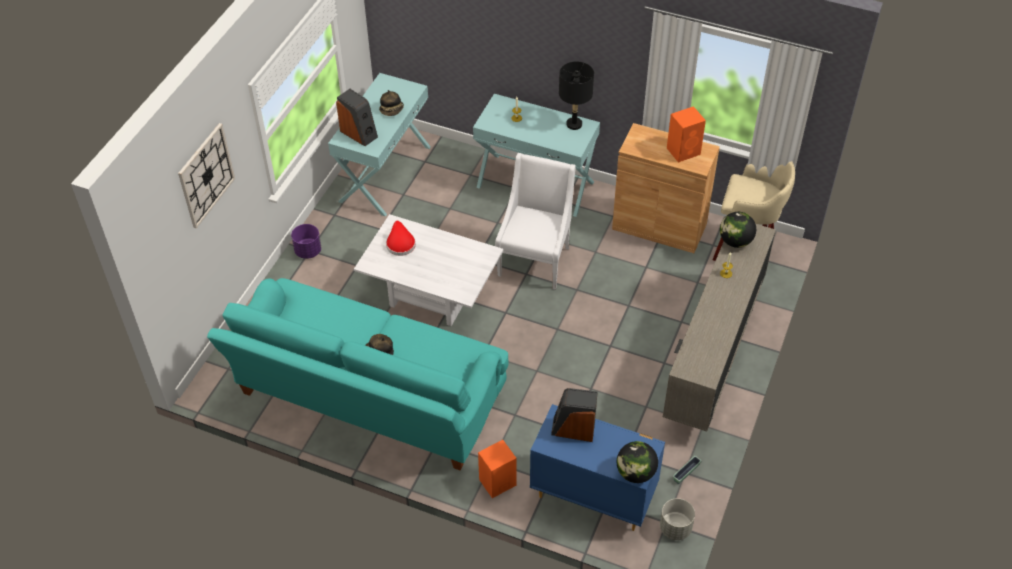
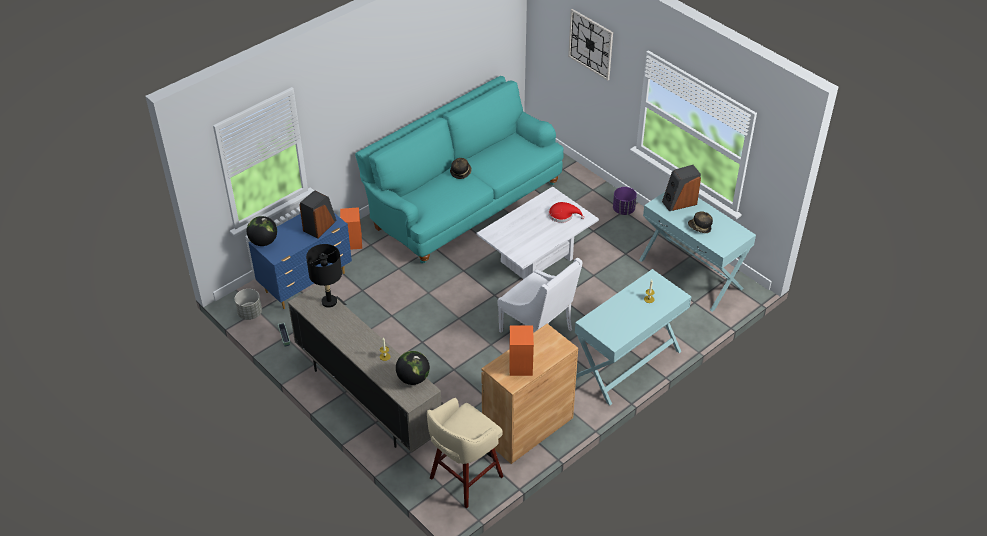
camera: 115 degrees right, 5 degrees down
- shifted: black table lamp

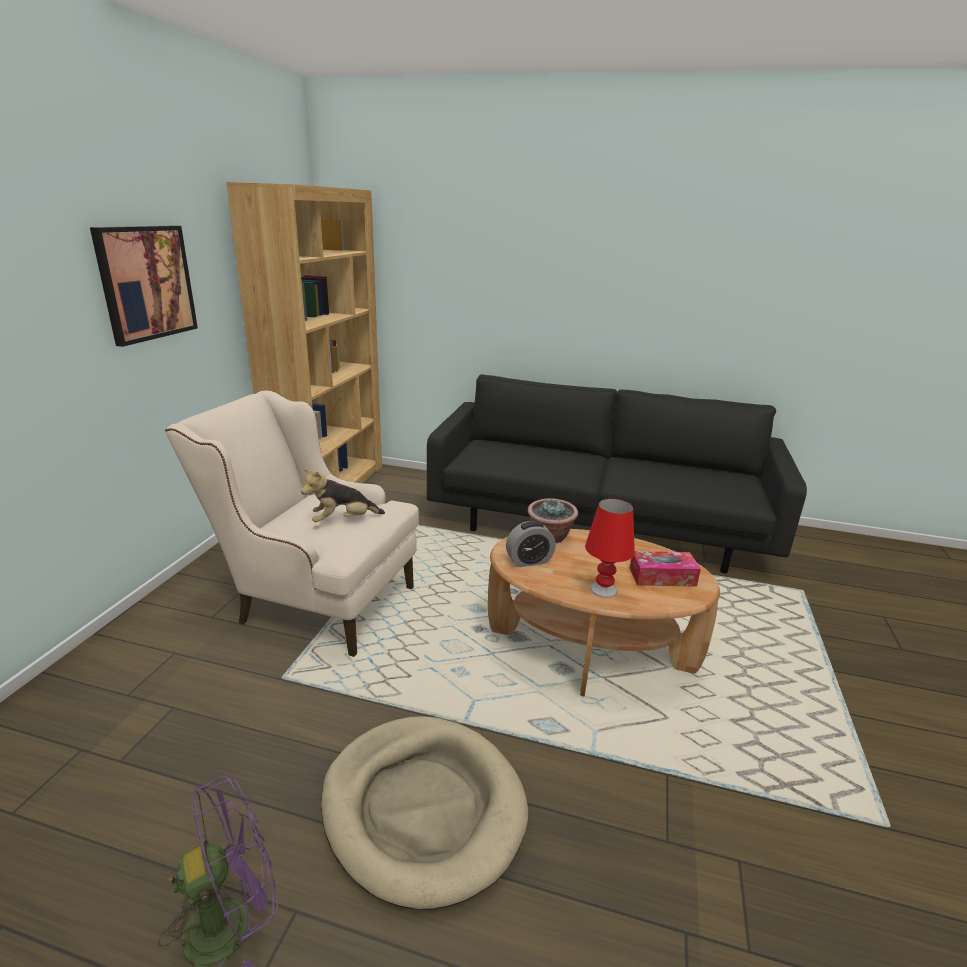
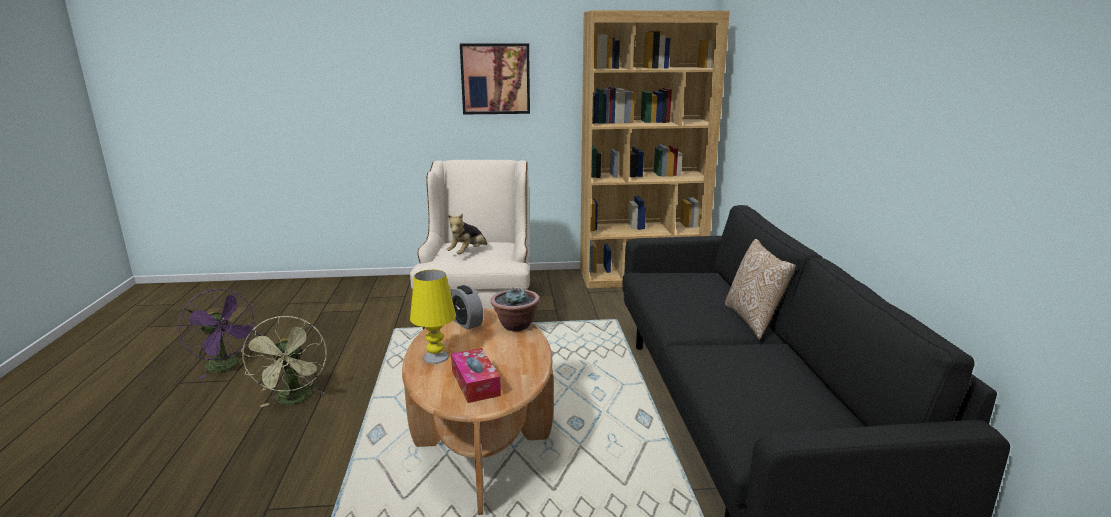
camera: 70 degrees right, 5 degrees down
- rotated: plush toy 105 degrees counterclockwise
- repainted: red table lamp to yellow table lamp
- swapped: beige dog bed to green fan
- new: pillow

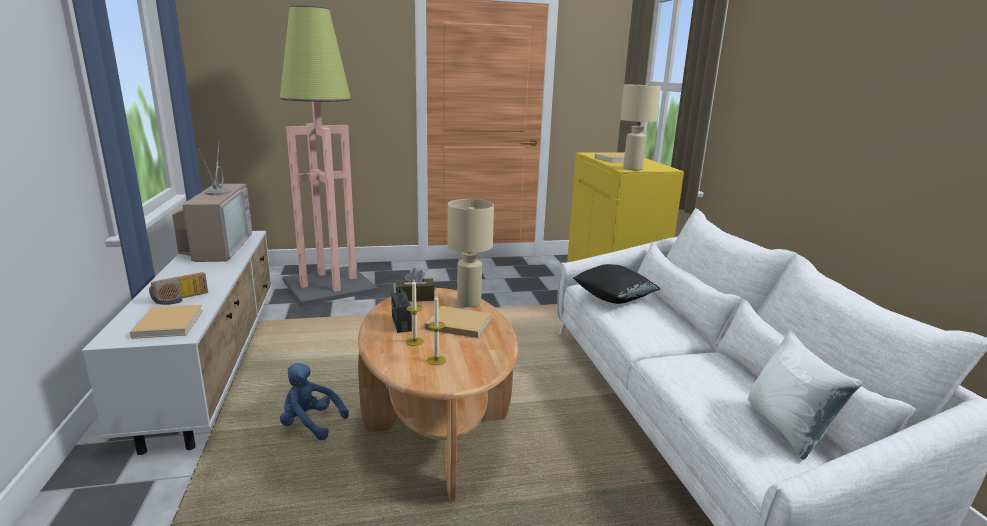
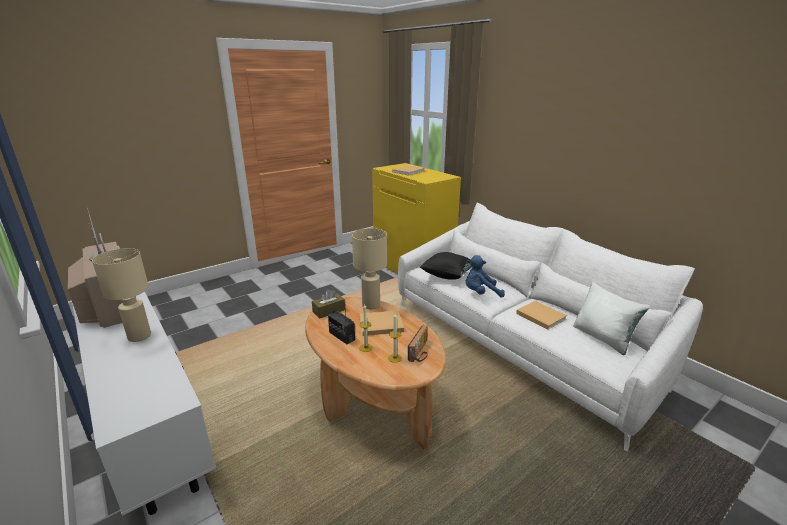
camera: 25 degrees left, 5 degrees up
- gone: floor lamp
- shifted: beige table lamp (no. 2 from left in the first image) to beige table lamp (no. 1 from left)
- shifted: radio (no. 1 from left in the first image) to radio (no. 2 from left)
- shifted: beige book (no. 1 from left in the first image) to beige book (no. 3 from left)
- shifted: blue plush toy

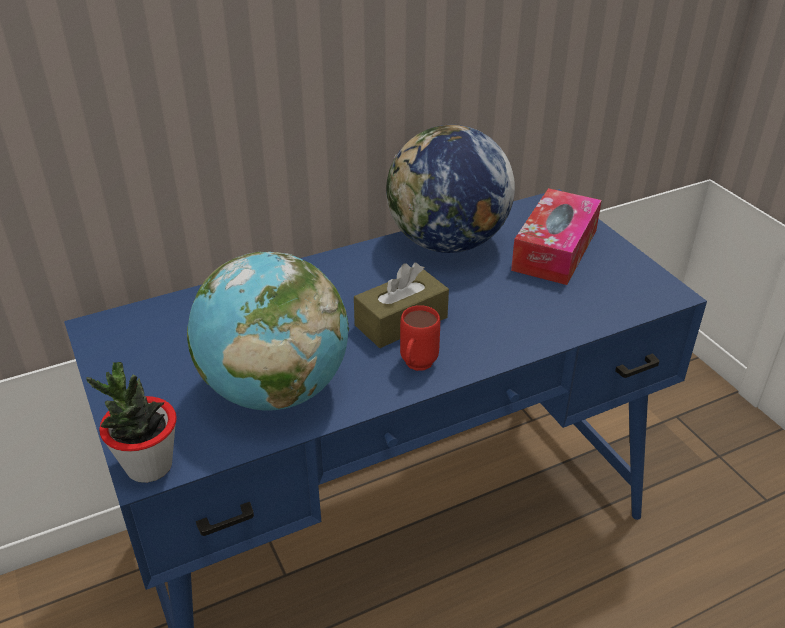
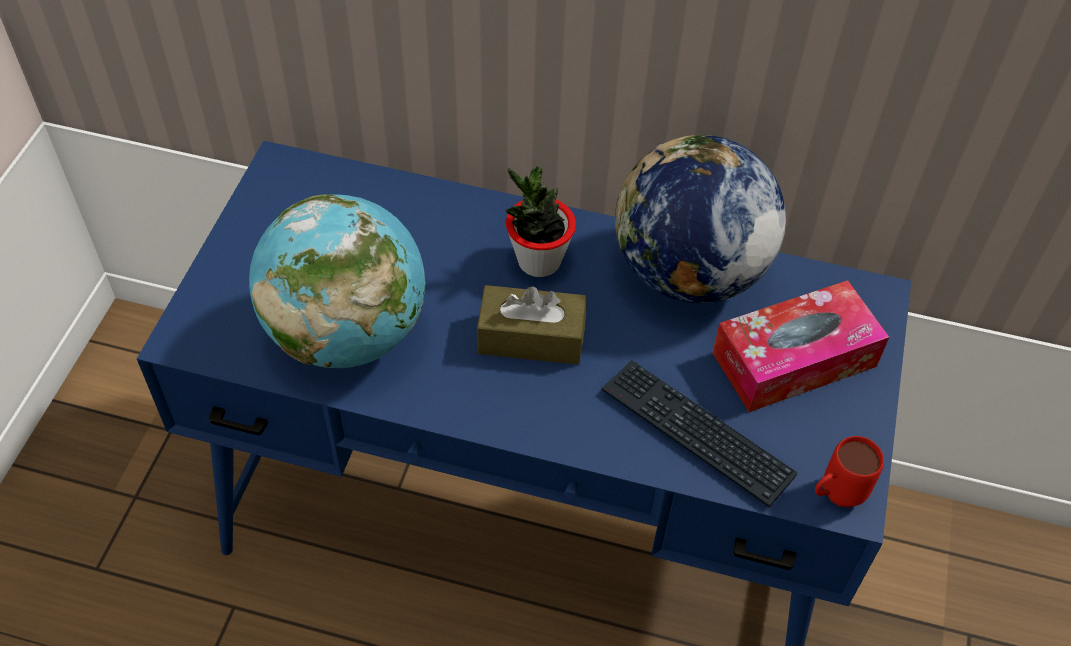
camera: 40 degrees right, 15 degrees up
- shifted: red mug
- shifted: potted plant
- new: keyboard

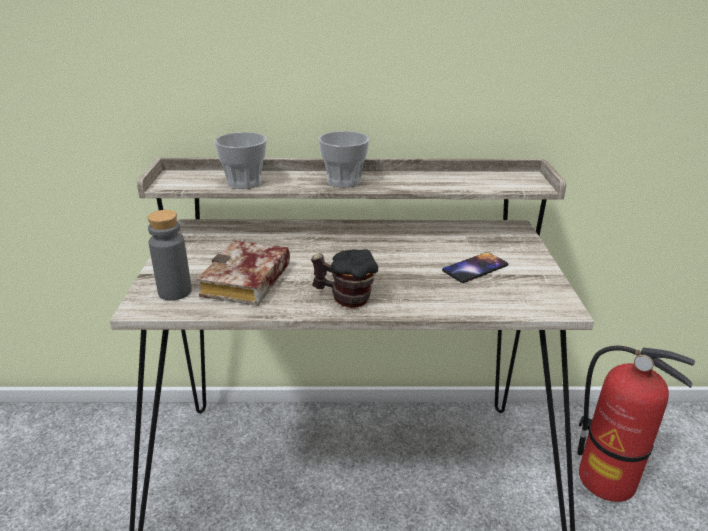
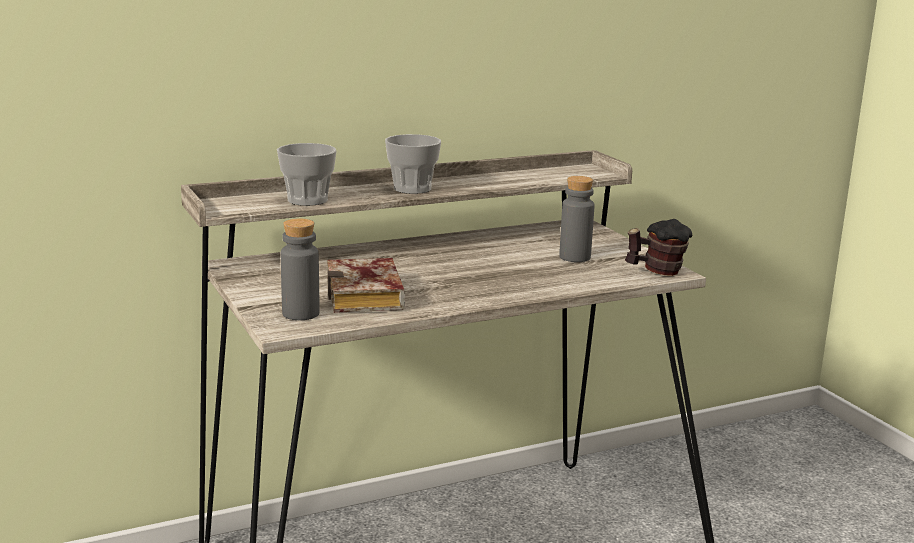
camera: 25 degrees left, 10 degrees down
- shifted: mug
- swapped: phone to grey bottle (no. 2 from left)
- gone: fire extinguisher

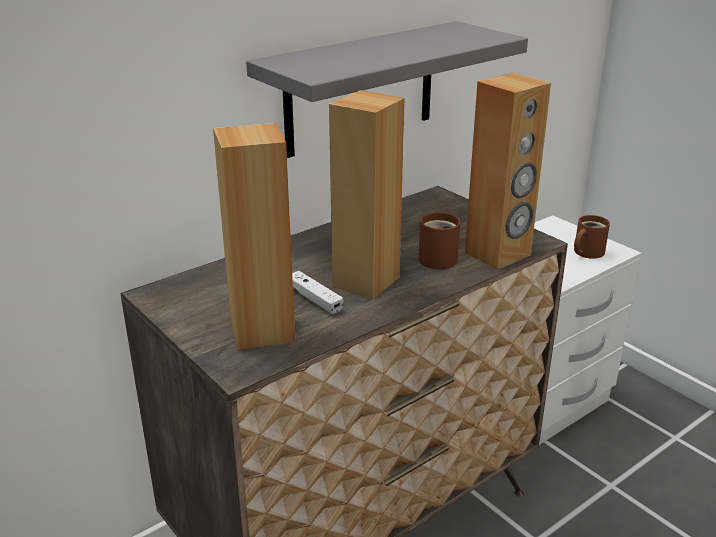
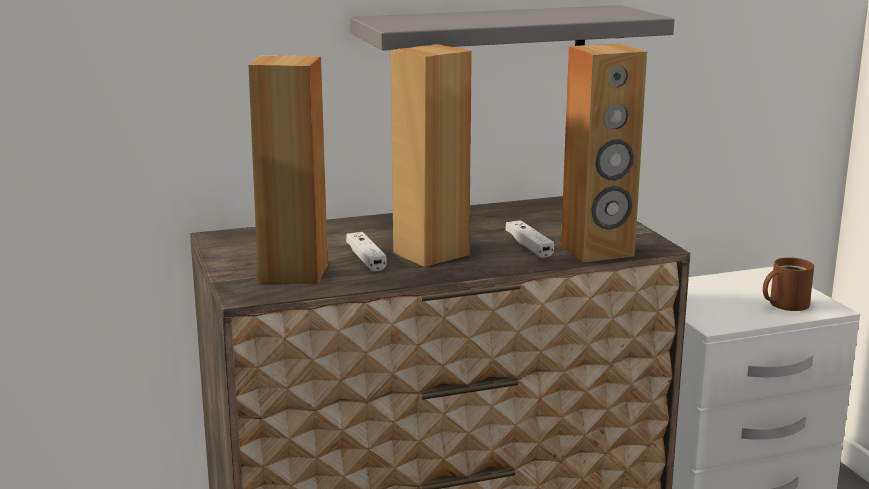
camera: 20 degrees right, 10 degrees down
- swapped: brown mug (no. 1 from left) to white game controller (no. 2 from left)

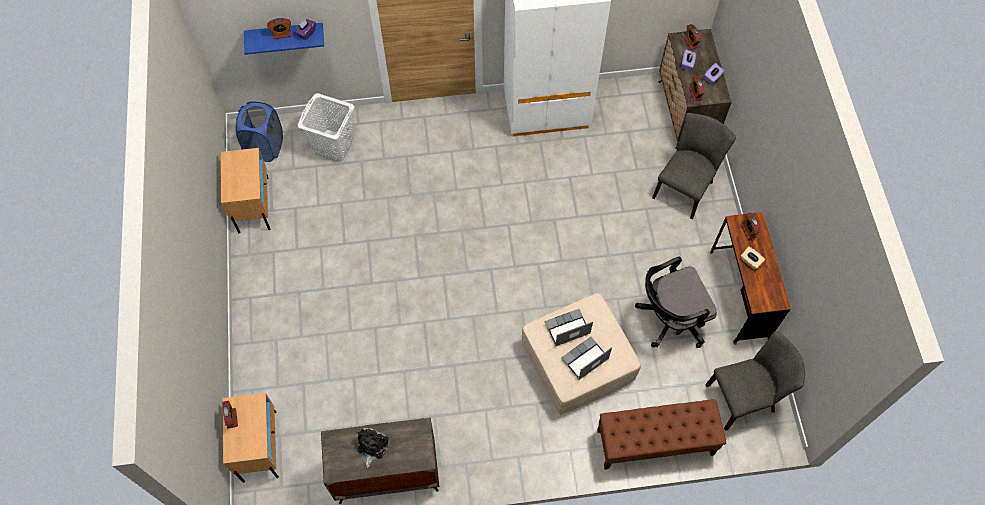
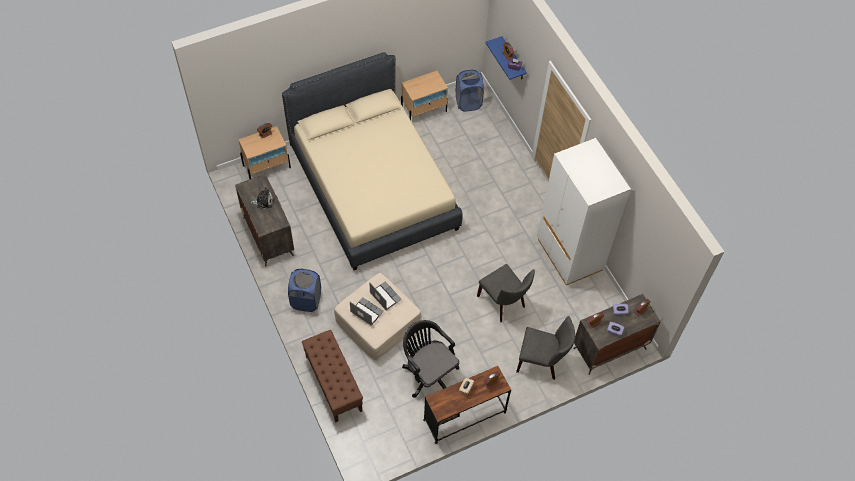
camera: 70 degrees right, 5 degrees down
- gone: white laundry basket
- shifted: grey chair (no. 2 from left in the first image) to grey chair (no. 1 from left)
- new: beige bed
- new: blue laundry basket (no. 1 from left)

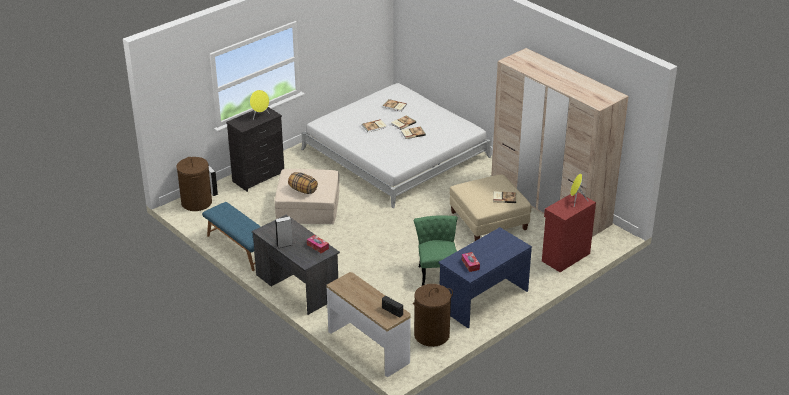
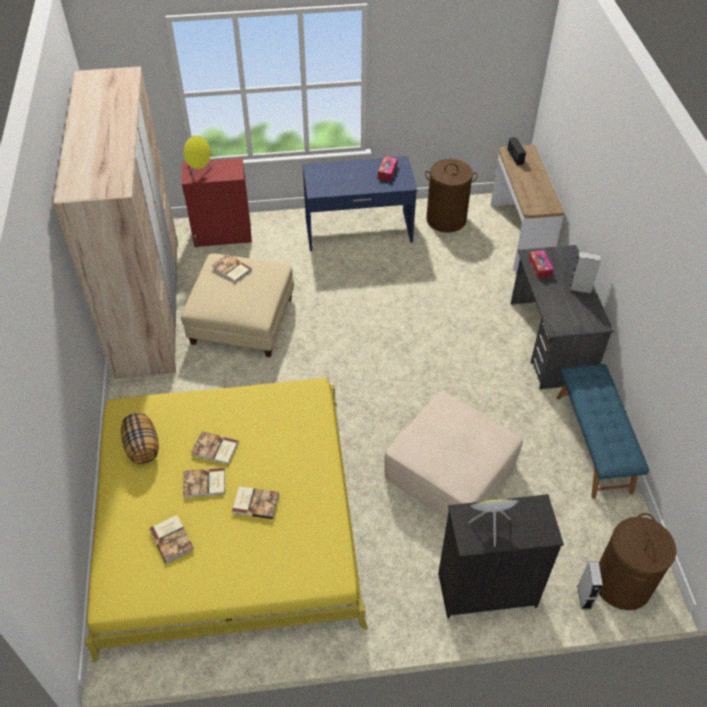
camera: 145 degrees left, 15 degrees up
- repainted: white bed to yellow bed
- shifted: pillow
- gone: green chair

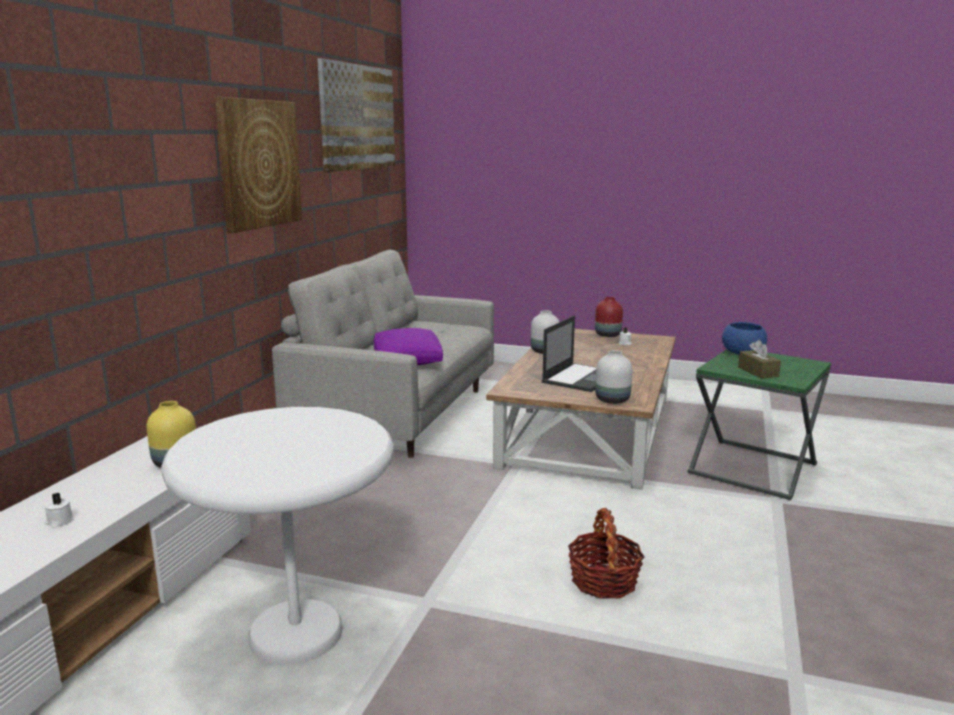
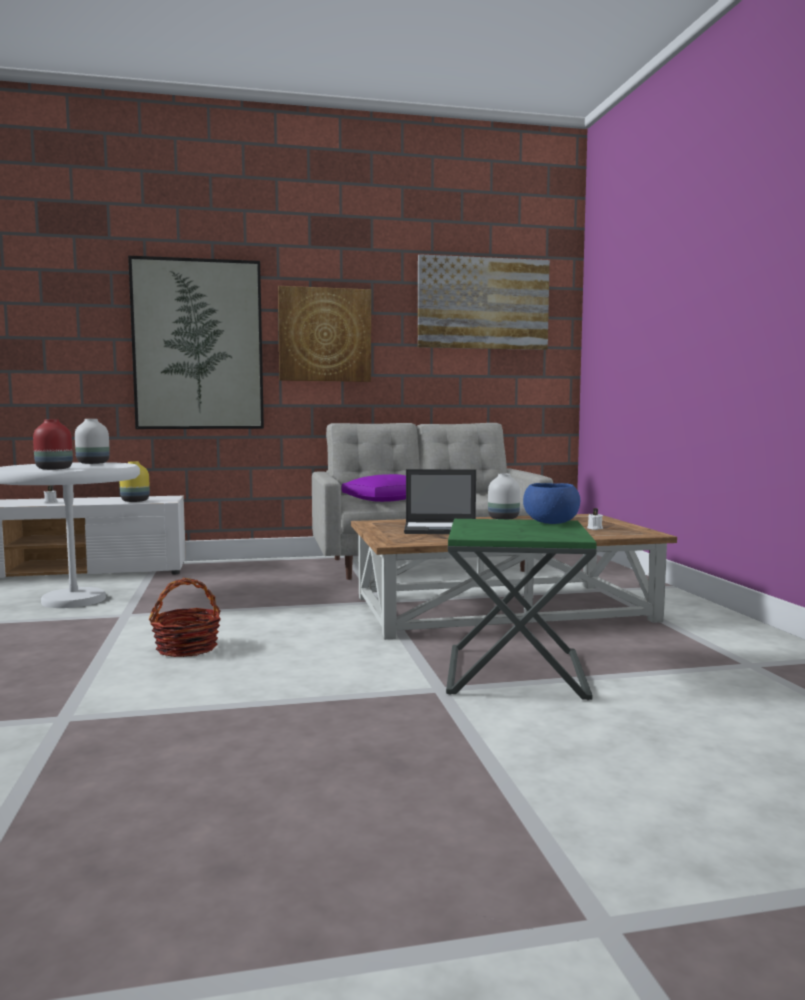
camera: 60 degrees right, 10 degrees down
- shifted: red vase
- gone: brown tissue box
- shifted: white vase (no. 2 from left in the first image) to white vase (no. 1 from left)
- new: picture (no. 1 from left)

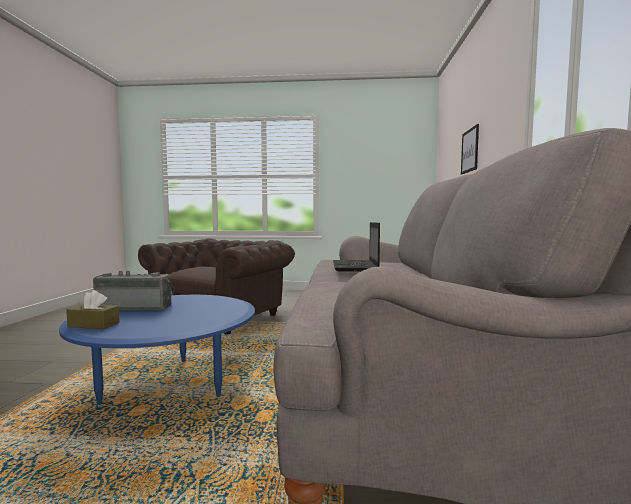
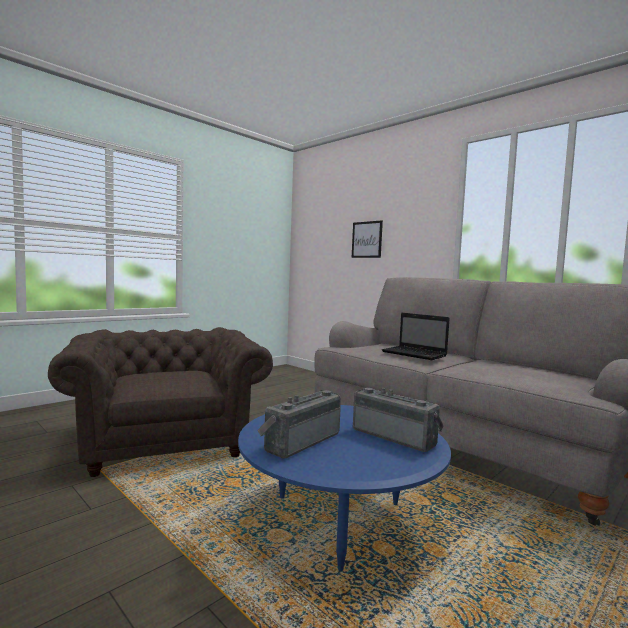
camera: 50 degrees left, 0 degrees up
- gone: brown tissue box
- new: radio (no. 2 from left)

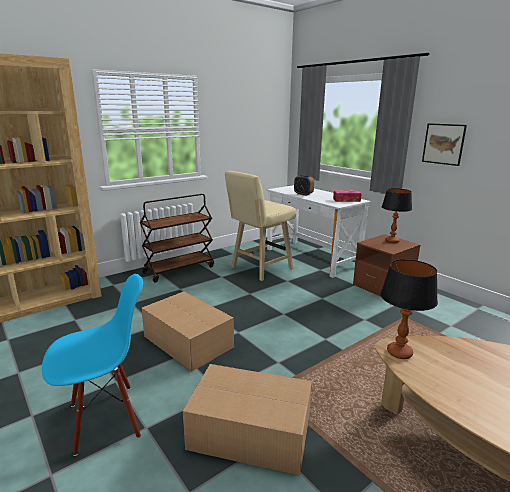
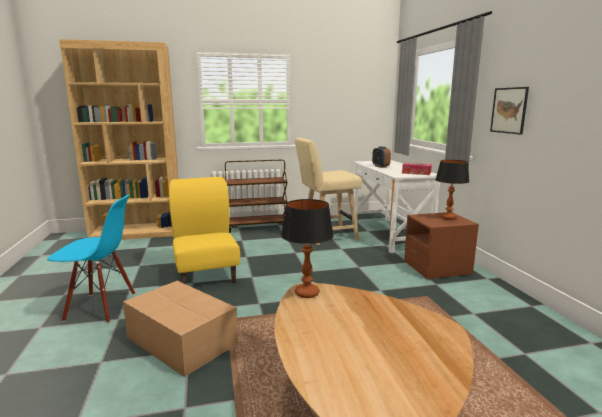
camera: 25 degrees right, 5 degrees down
- swapped: cardboard box (no. 1 from left) to yellow chair

